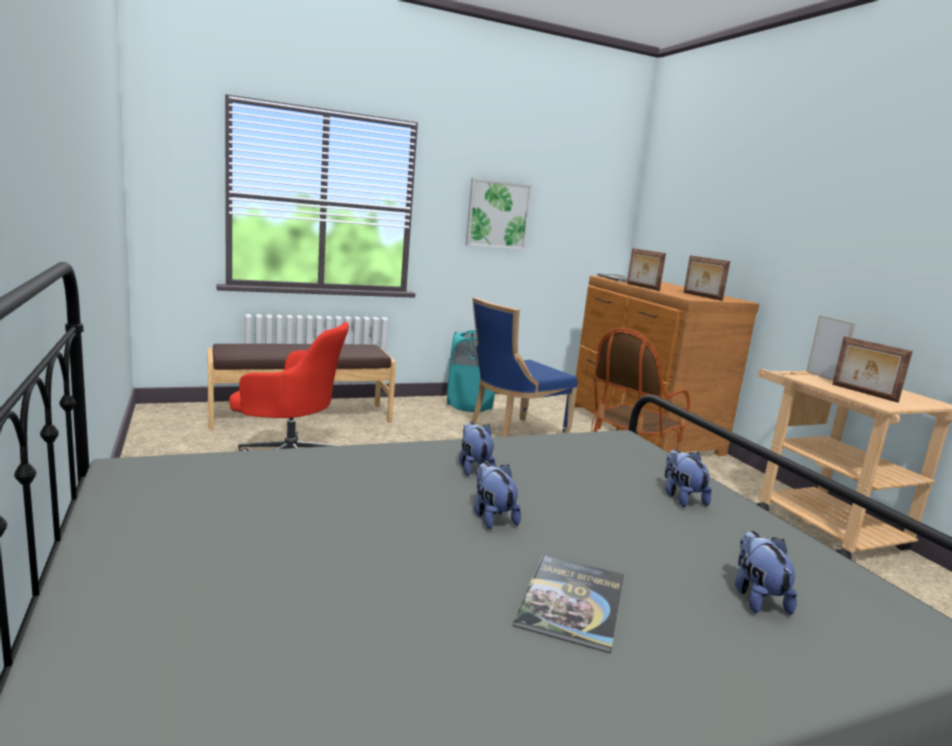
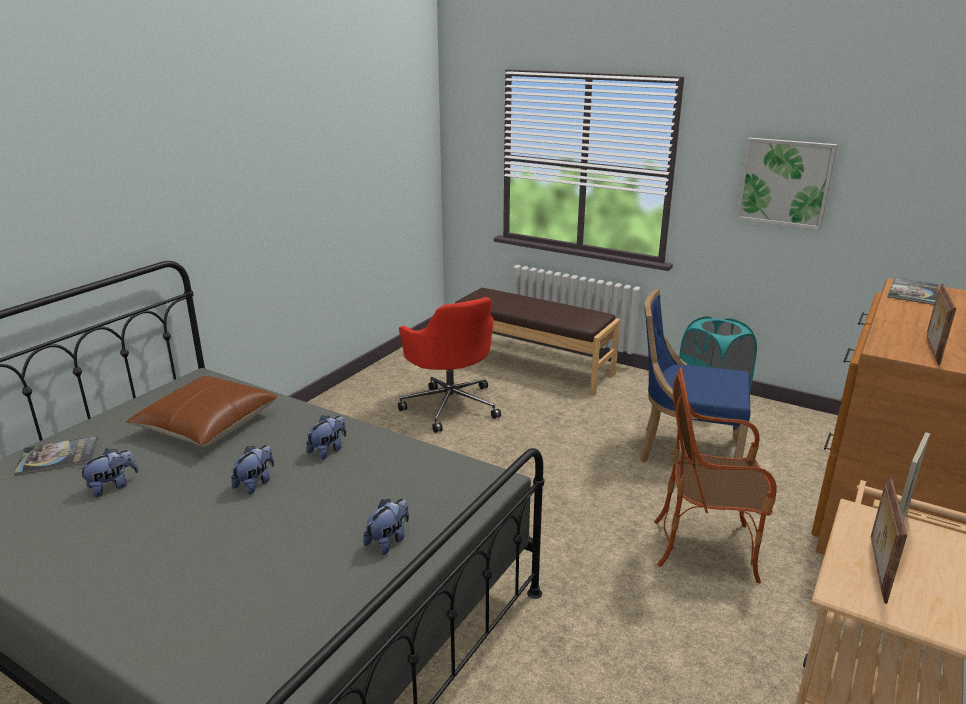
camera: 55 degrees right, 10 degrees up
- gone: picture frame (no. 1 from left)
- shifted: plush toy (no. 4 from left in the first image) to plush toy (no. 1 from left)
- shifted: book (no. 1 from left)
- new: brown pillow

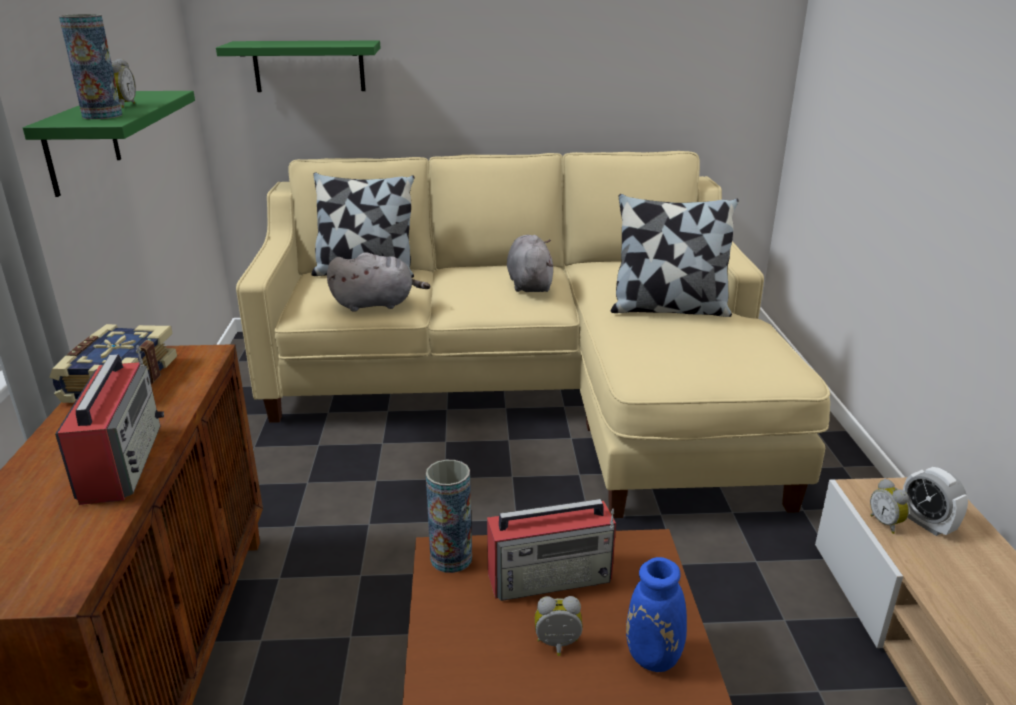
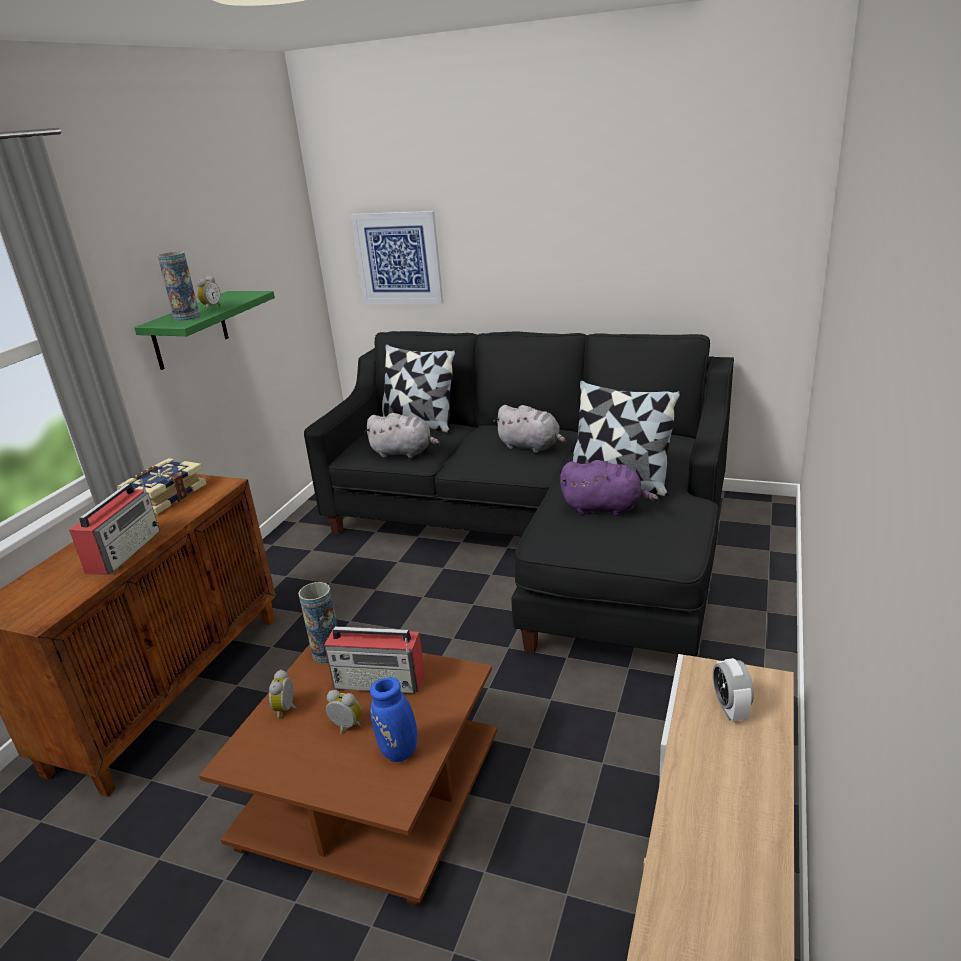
camera: 25 degrees right, 0 degrees up
- swapped: green shelf (no. 2 from left) to picture
- repainted: beige sofa to black sofa
- rotated: grey plush toy (no. 2 from left) 105 degrees clockwise
- shifted: alarm clock (no. 3 from left in the first image) to alarm clock (no. 2 from left)
- new: purple plush toy

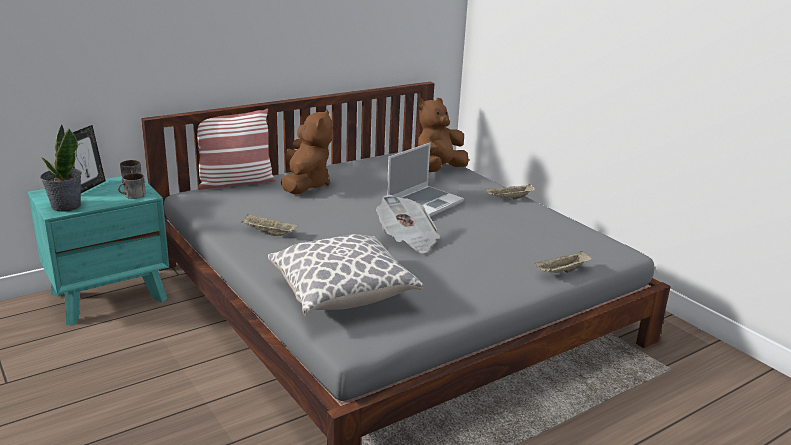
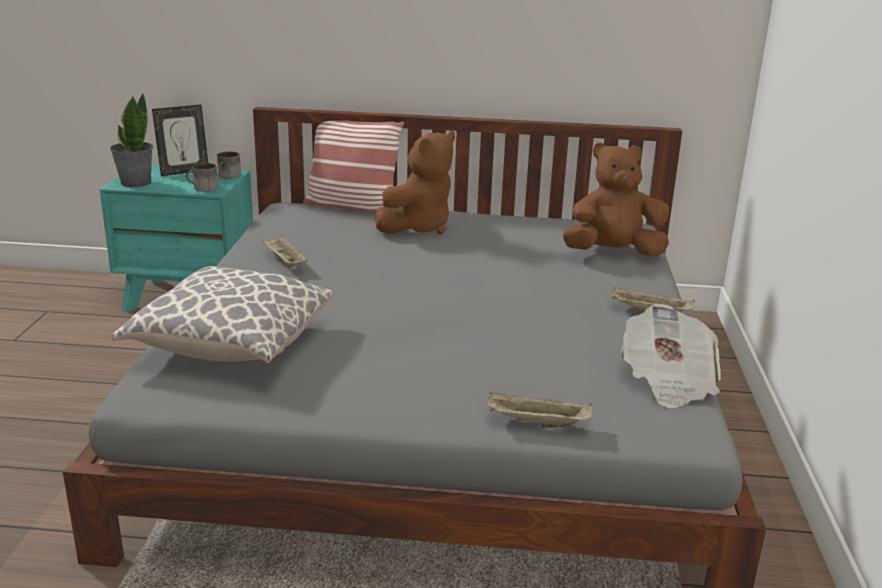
camera: 40 degrees right, 0 degrees up
- gone: laptop
- shifted: newspaper

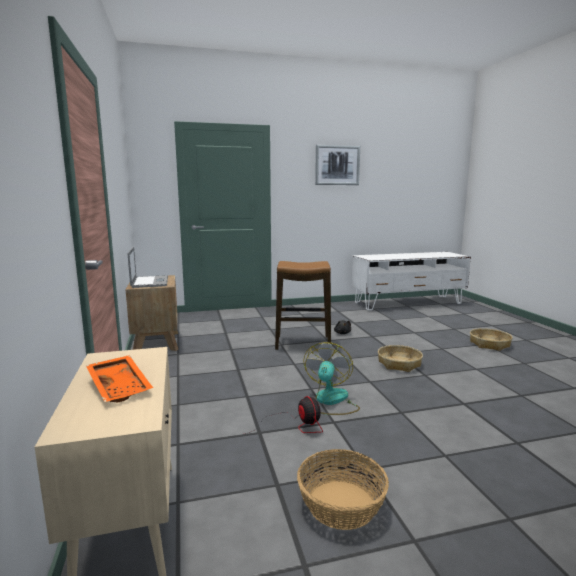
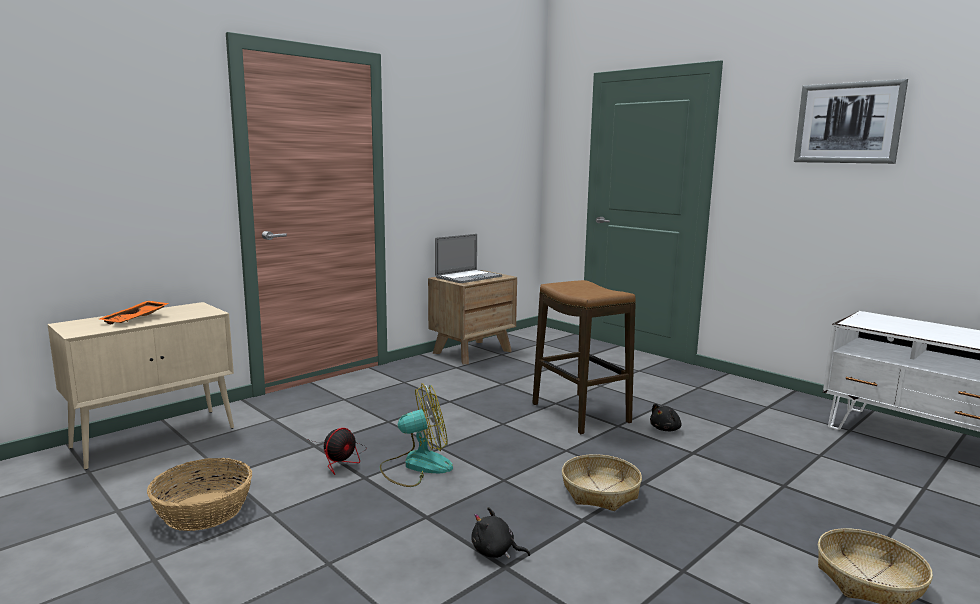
camera: 60 degrees right, 0 degrees up
- new: black plush toy (no. 1 from left)

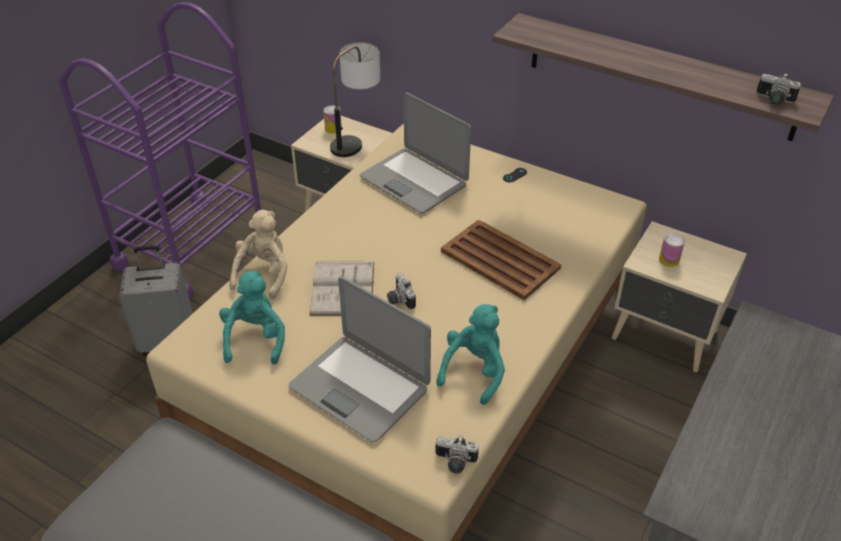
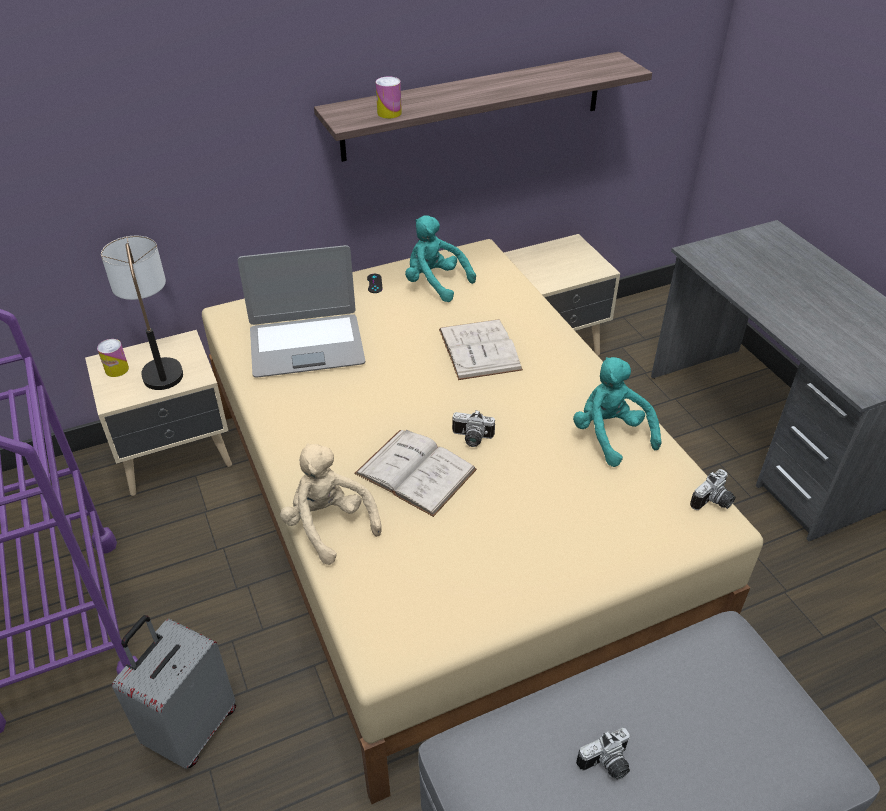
camera: 55 degrees left, 0 degrees up
- shifted: photo camera (no. 3 from left in the first image) to photo camera (no. 2 from left)
- swapped: brown tray to white book (no. 2 from left)
- shifted: can (no. 2 from left)
- shifted: turquoise plush toy (no. 1 from left)
- gone: laptop (no. 1 from left)

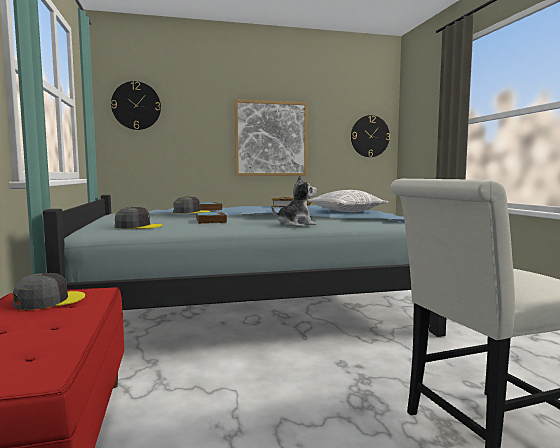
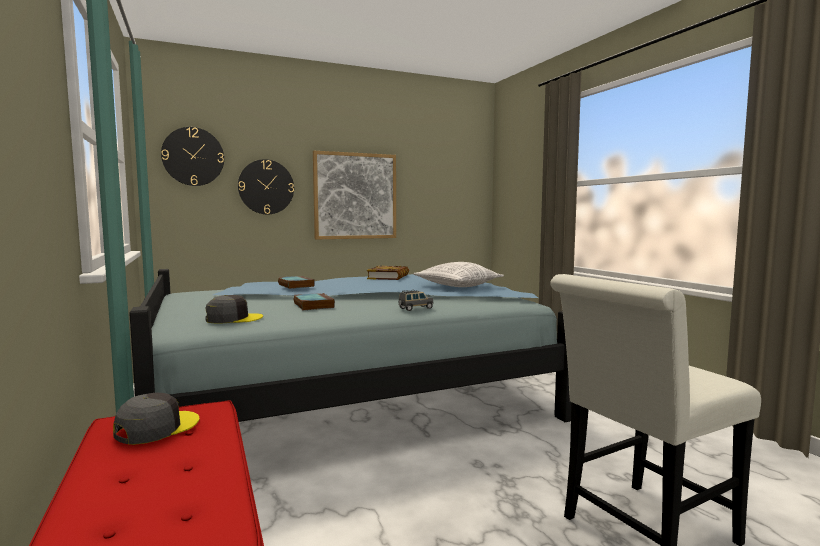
camera: 10 degrees left, 0 degrees up
- shifted: wall clock (no. 2 from left)
- swapped: plush toy to grey toy car
- gone: grey cap (no. 3 from left)

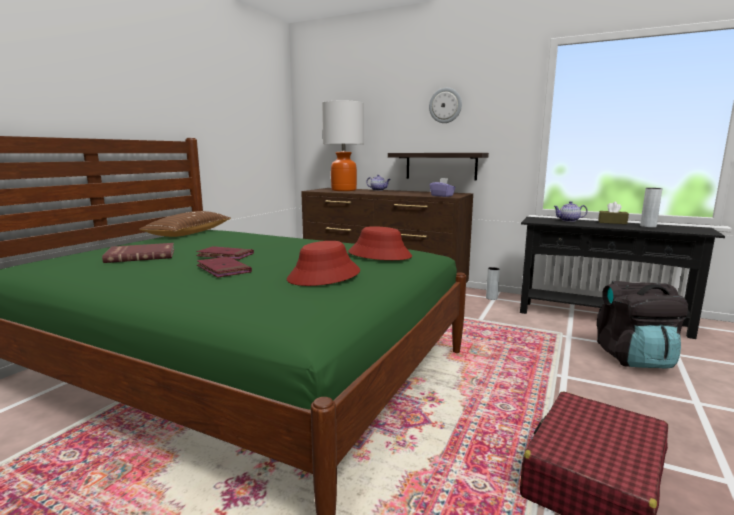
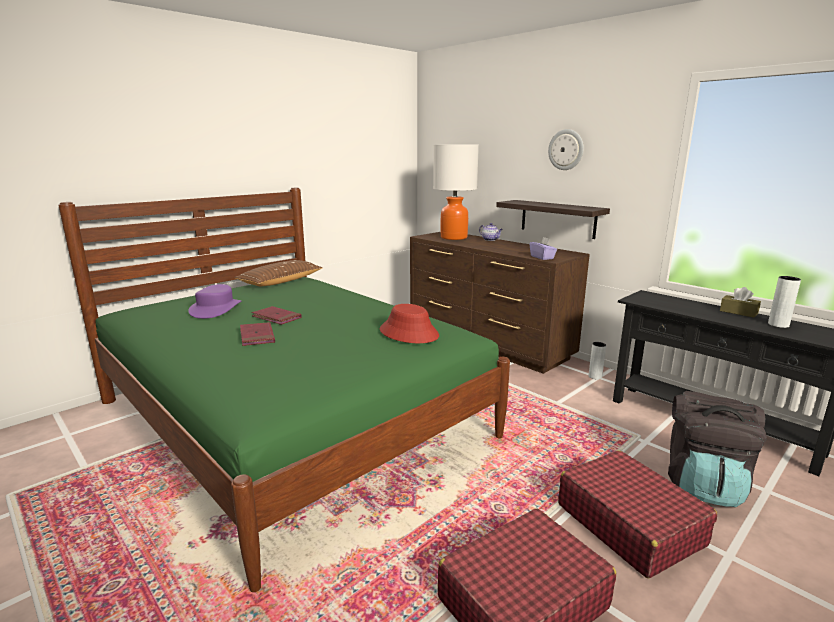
camera: 20 degrees right, 5 degrees up
- gone: teapot (no. 2 from left)
- gone: red hat (no. 1 from left)
- swapped: red book (no. 1 from left) to purple hat
- new: red suitcase (no. 2 from left)

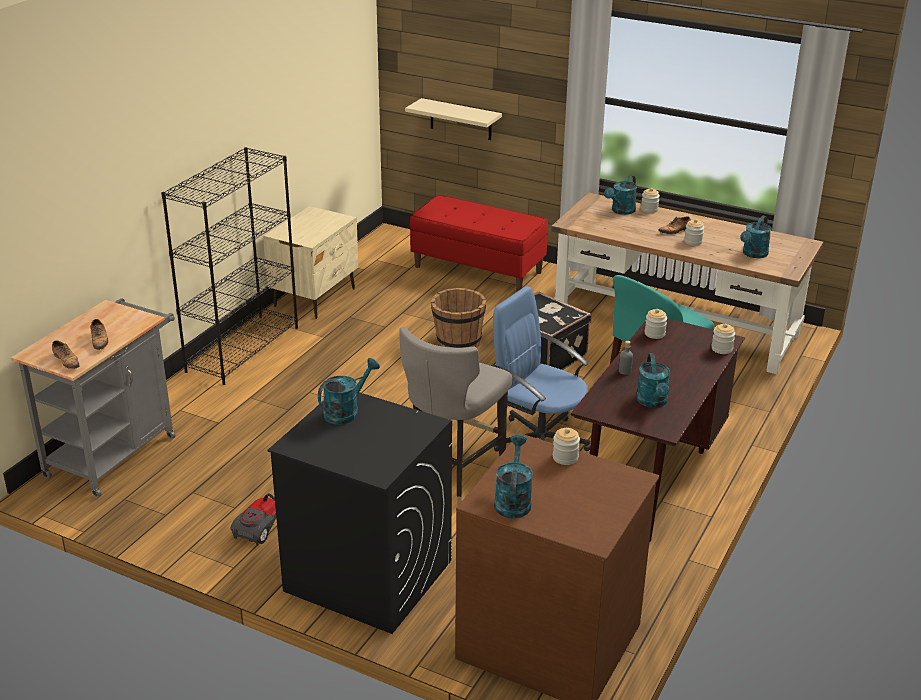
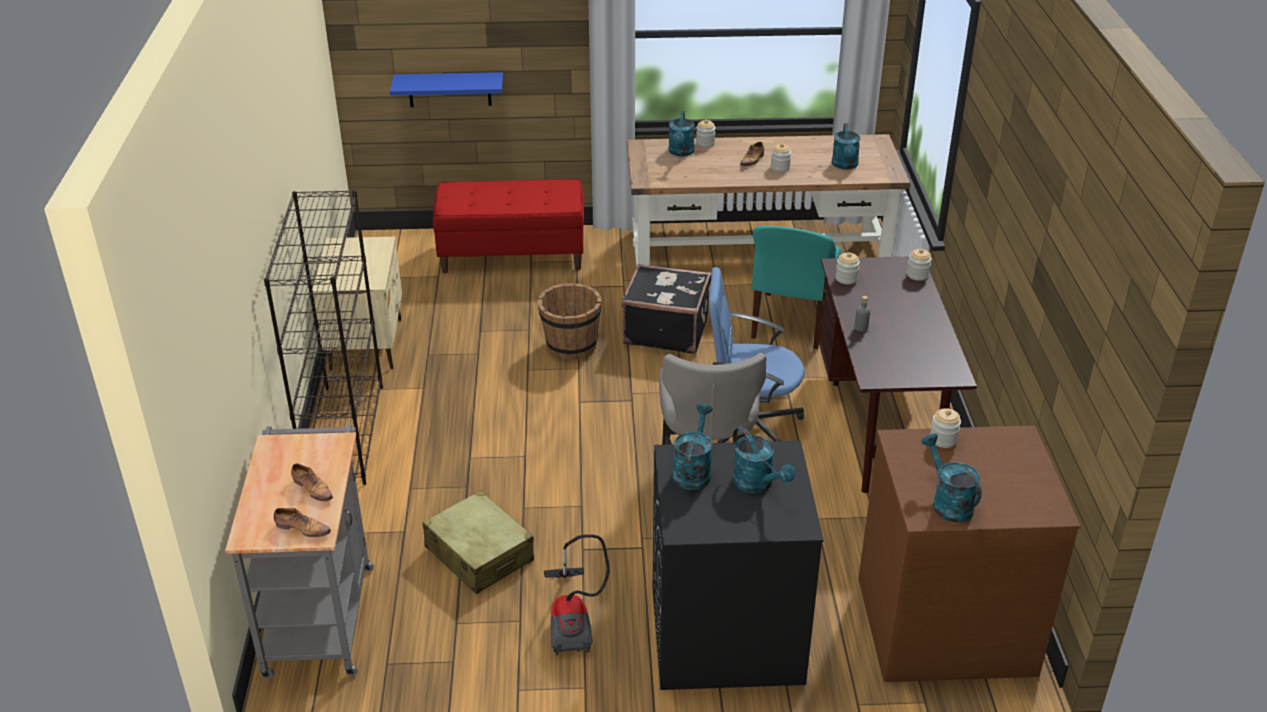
camera: 30 degrees left, 5 degrees up
- repainted: beige shelf to blue shelf
- shifted: turquoise watering can (no. 4 from left in the first image) to turquoise watering can (no. 3 from left)
- new: beige suitcase

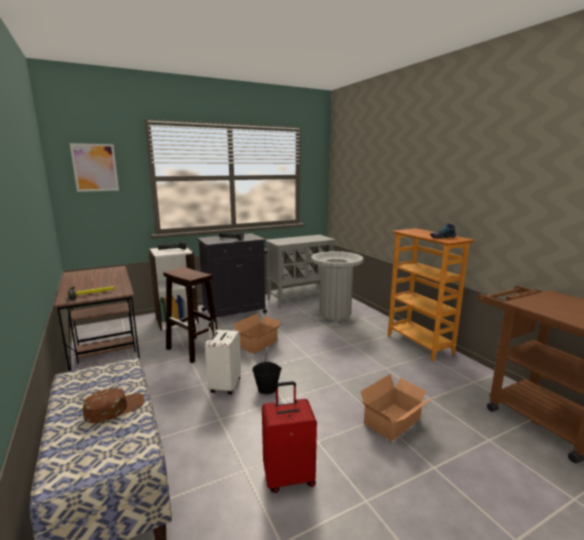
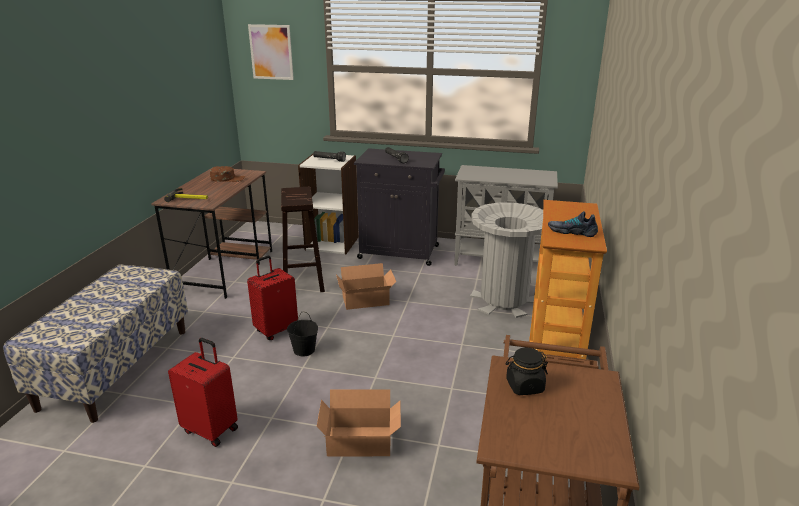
camera: 40 degrees right, 10 degrees up
- repainted: white suitcase to red suitcase (no. 2 from left)
- shifted: brown cap
- new: black jar

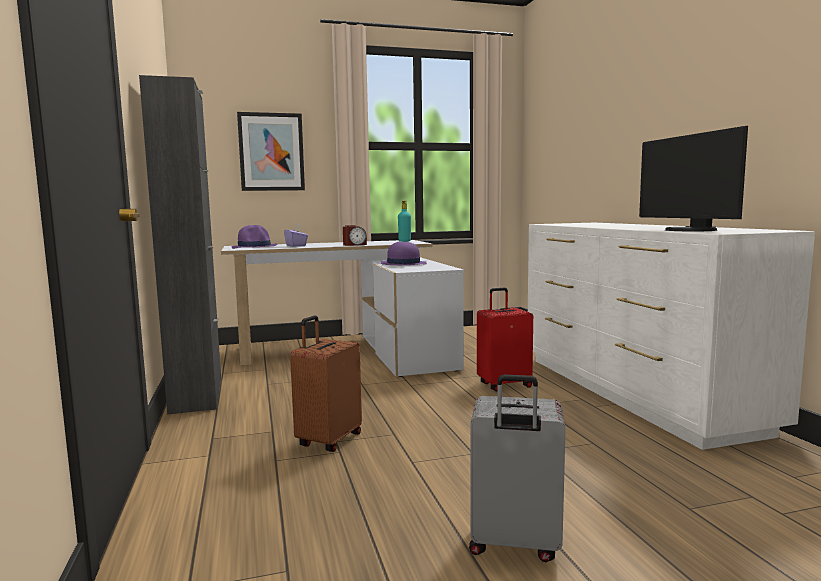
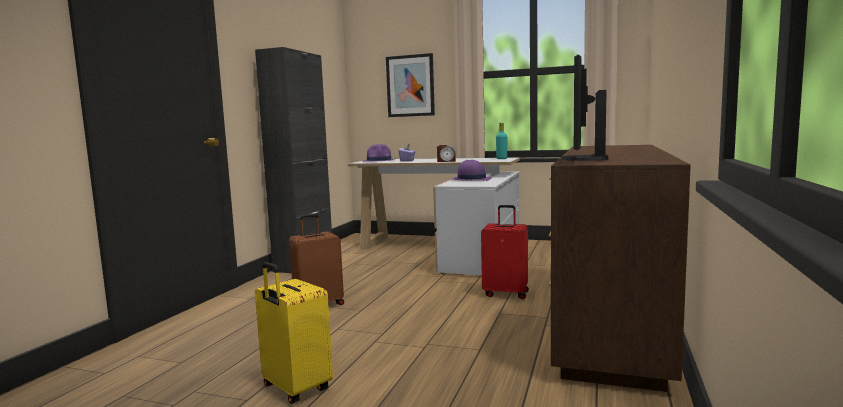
camera: 35 degrees right, 0 degrees up
- repainted: white dresser to brown dresser
- repainted: grey suitcase to yellow suitcase

